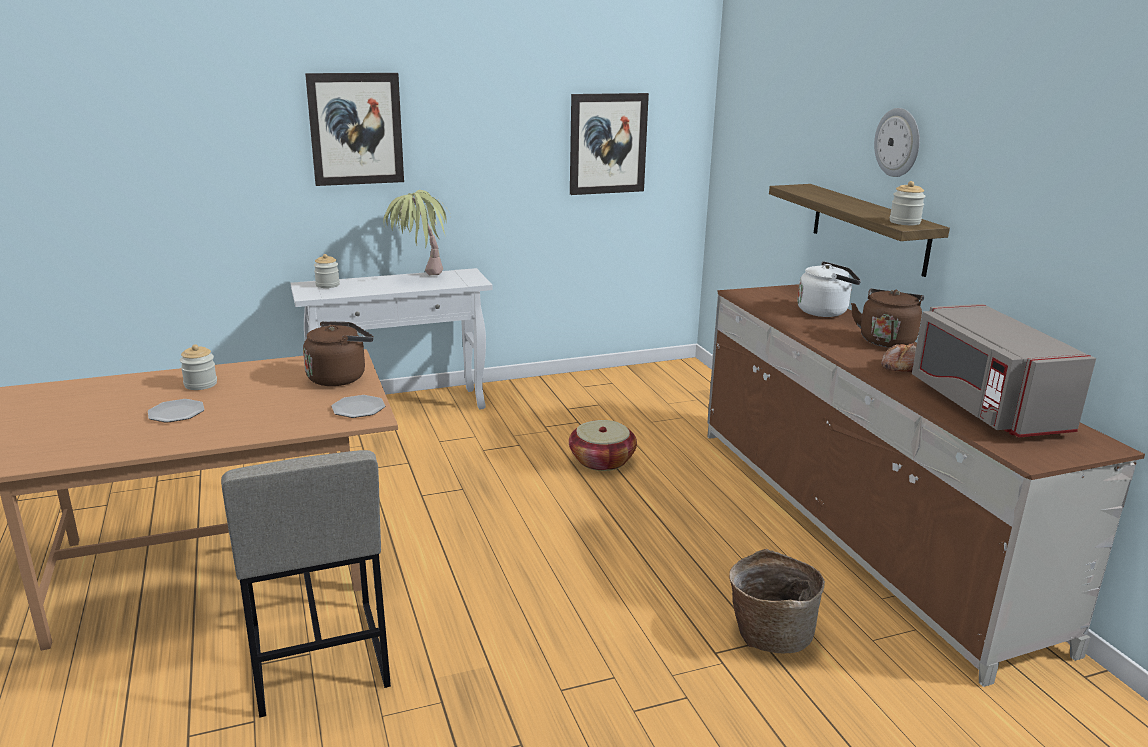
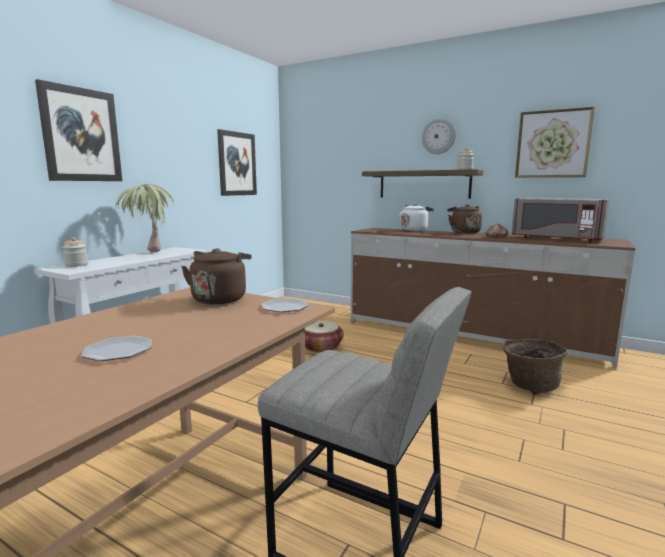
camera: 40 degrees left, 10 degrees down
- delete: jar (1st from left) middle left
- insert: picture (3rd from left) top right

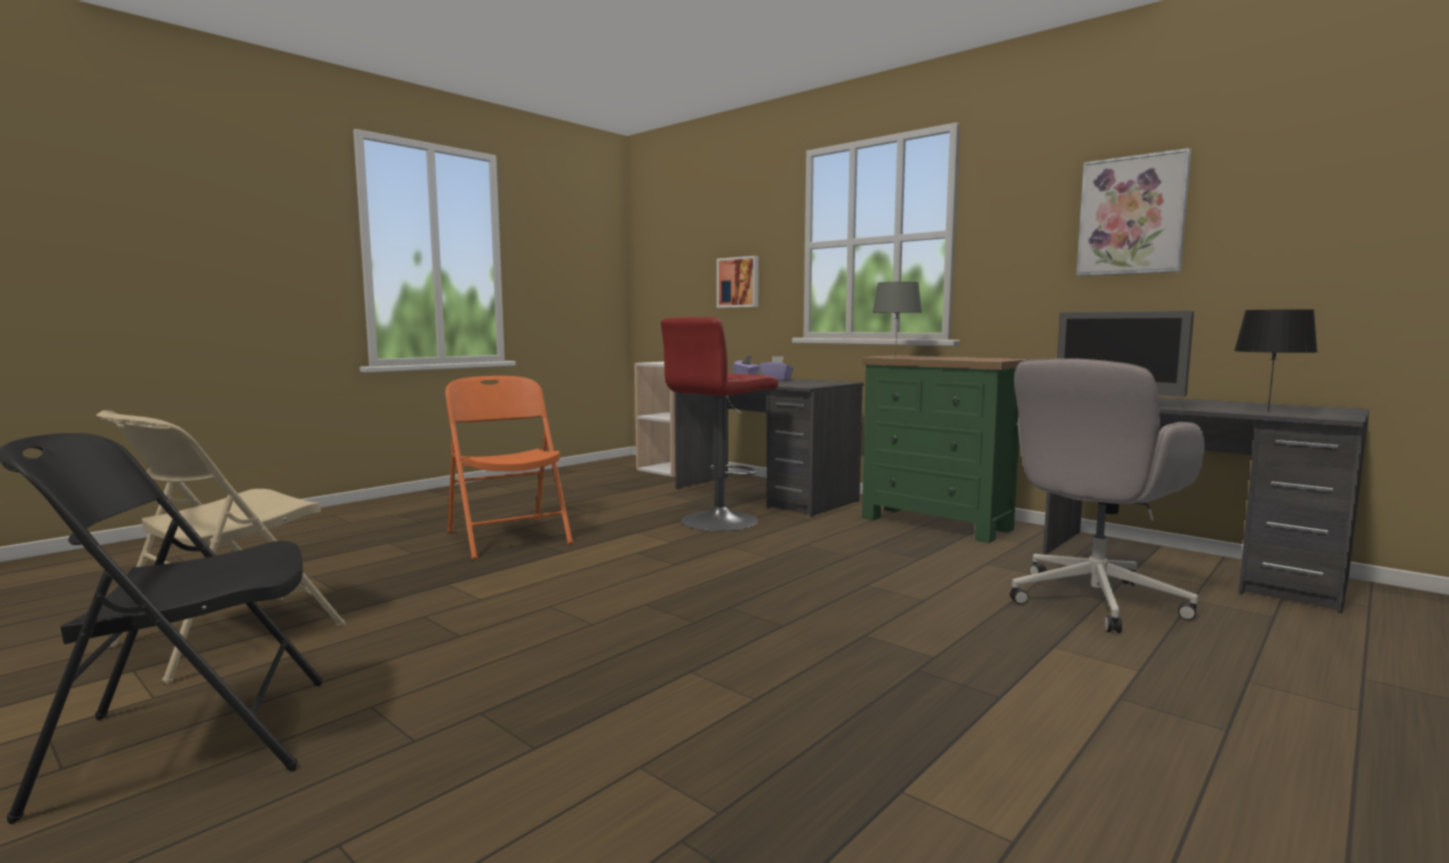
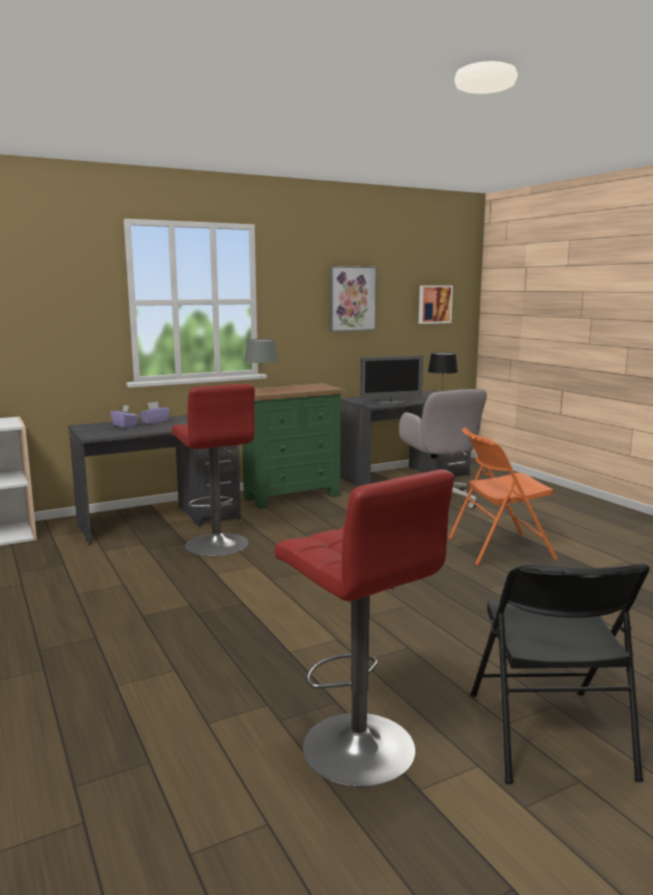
camera: 70 degrees left, 5 degrees up
- move: chair (orange) centre to middle right
- move: picture (1st from left in the first image) top centre to picture (2nd from left) middle right
- replace: chair (beige) middle left to stool (red) (2nd from left) bottom centre

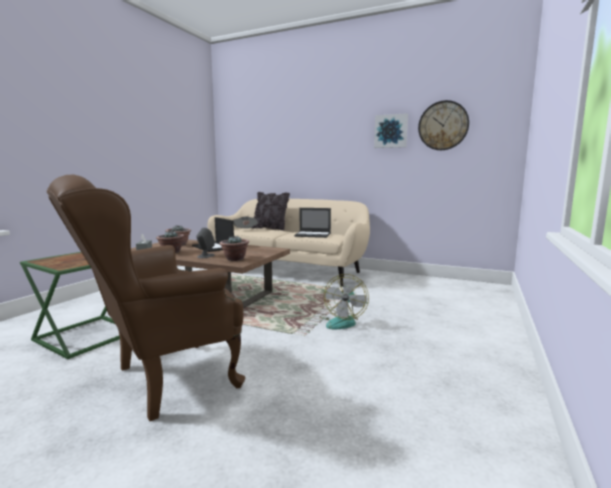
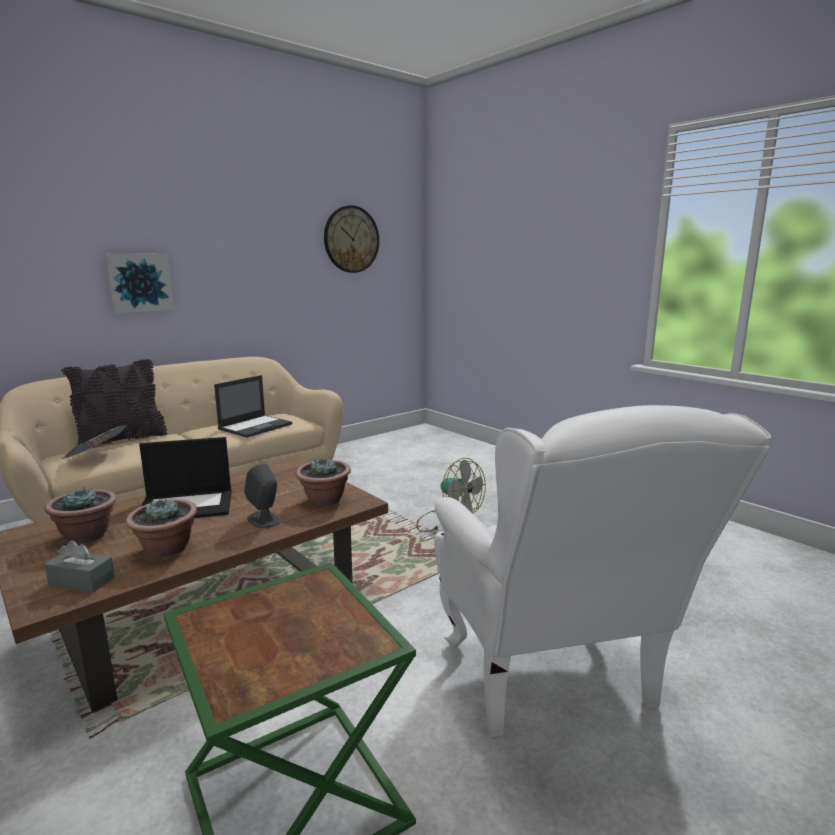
camera: 65 degrees left, 5 degrees up
- move: picture top centre to middle left
- recolor: armchair (brown) middle left to armchair (white) bottom right

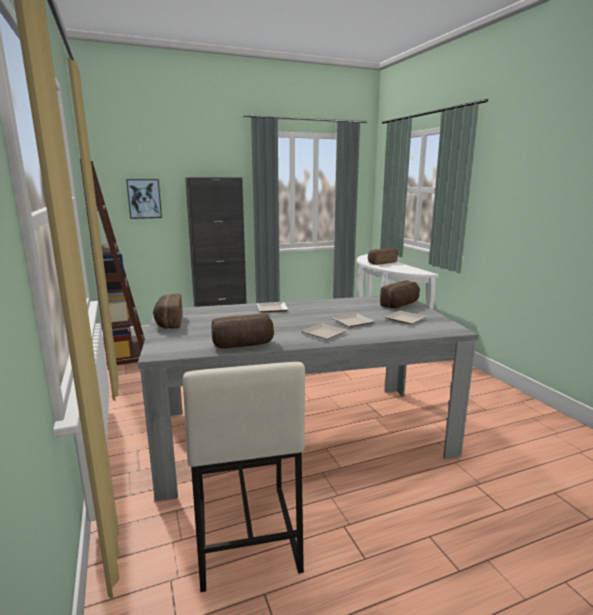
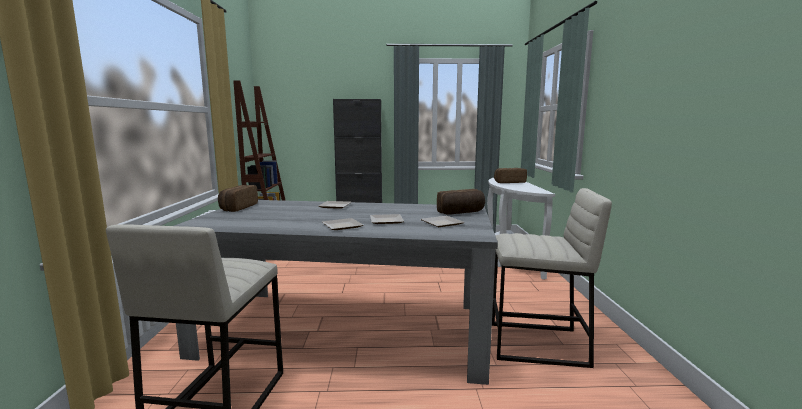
camera: 20 degrees right, 5 degrees down
- delete: picture top left
- delete: bread (2nd from left) centre
- insert: stool (beige) (2nd from left) bottom right

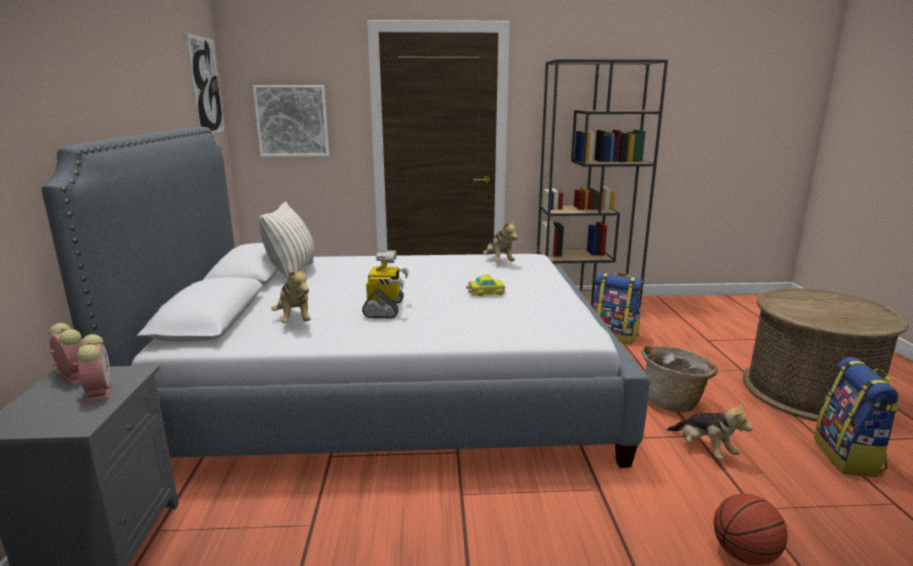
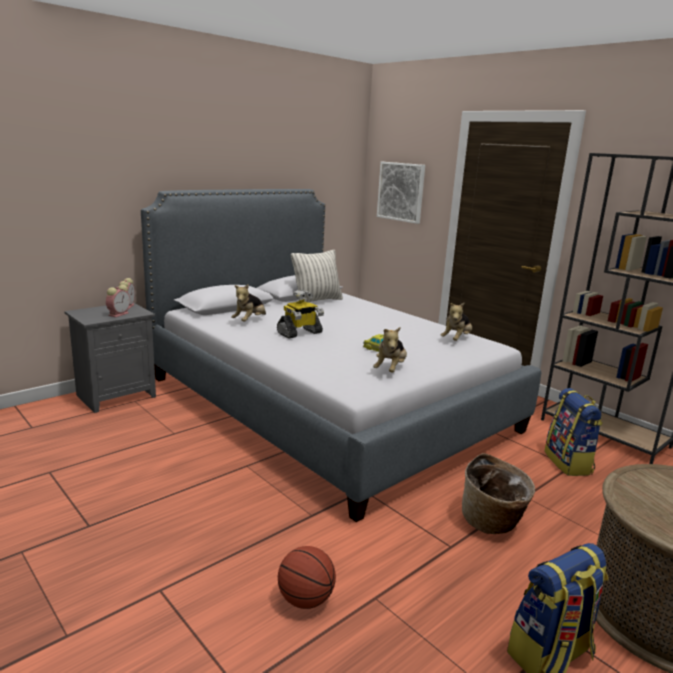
camera: 50 degrees right, 0 degrees up
- delete: picture (1st from left) top left
- move: plush toy (3rd from left in the first image) bottom right to plush toy (2nd from left) centre

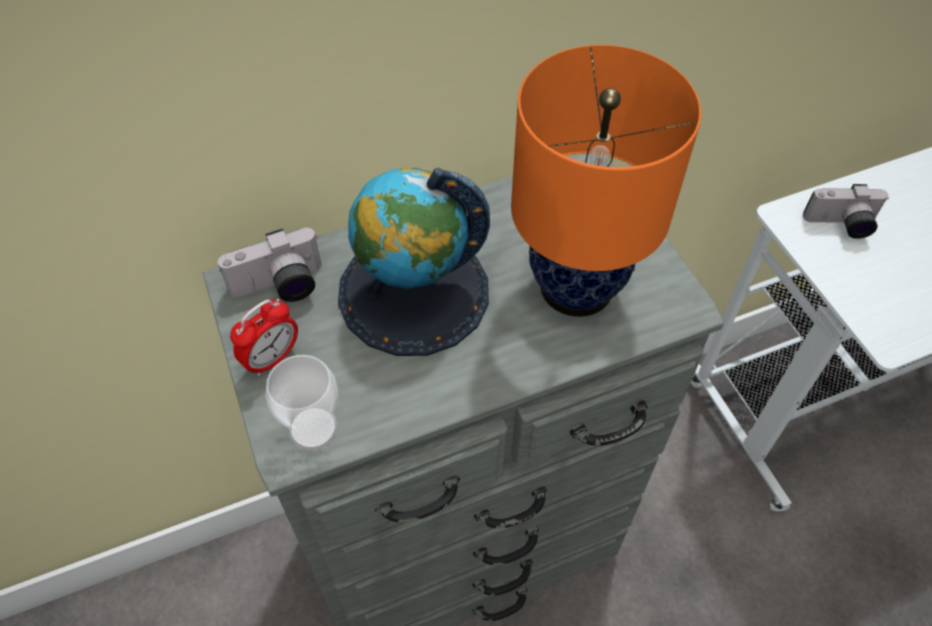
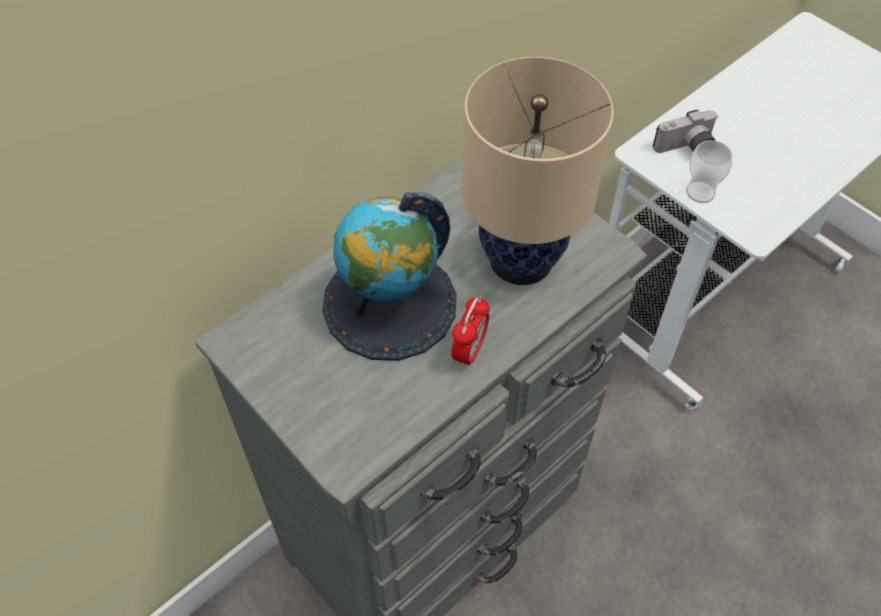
camera: 20 degrees left, 0 degrees up
- delete: photo camera (1st from left) middle left
- move: alarm clock middle left to centre
- move: cup middle left to top right
- recolor: table lamp (orange) top centre to table lamp (beige) top centre

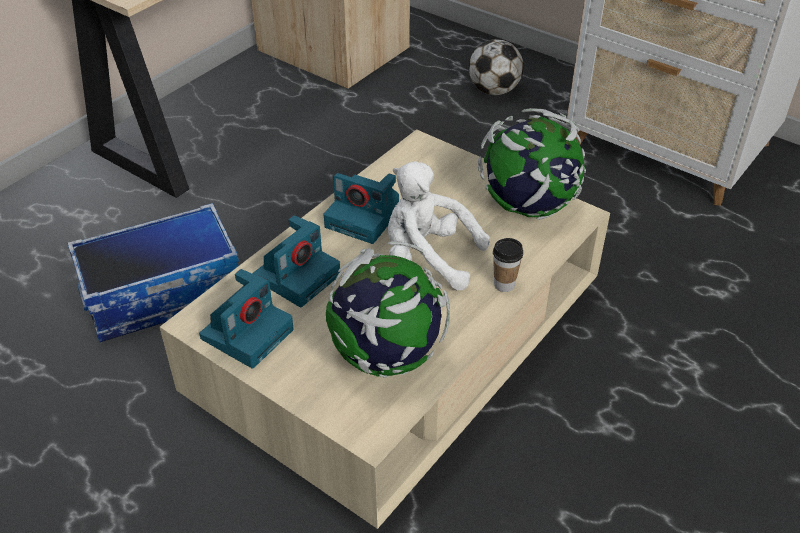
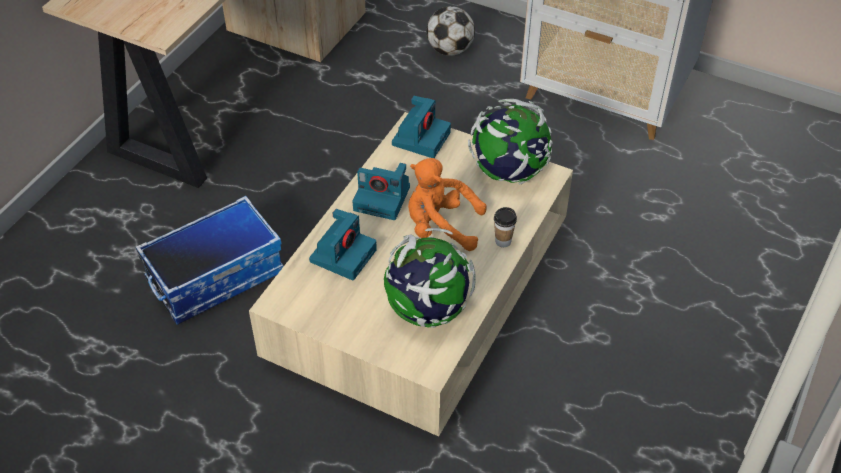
camera: 10 degrees left, 5 degrees up
- move: photo camera (1st from left in the first image) middle left to photo camera (3rd from left) top centre
- recolor: plush toy (white) centre to plush toy (orange) centre

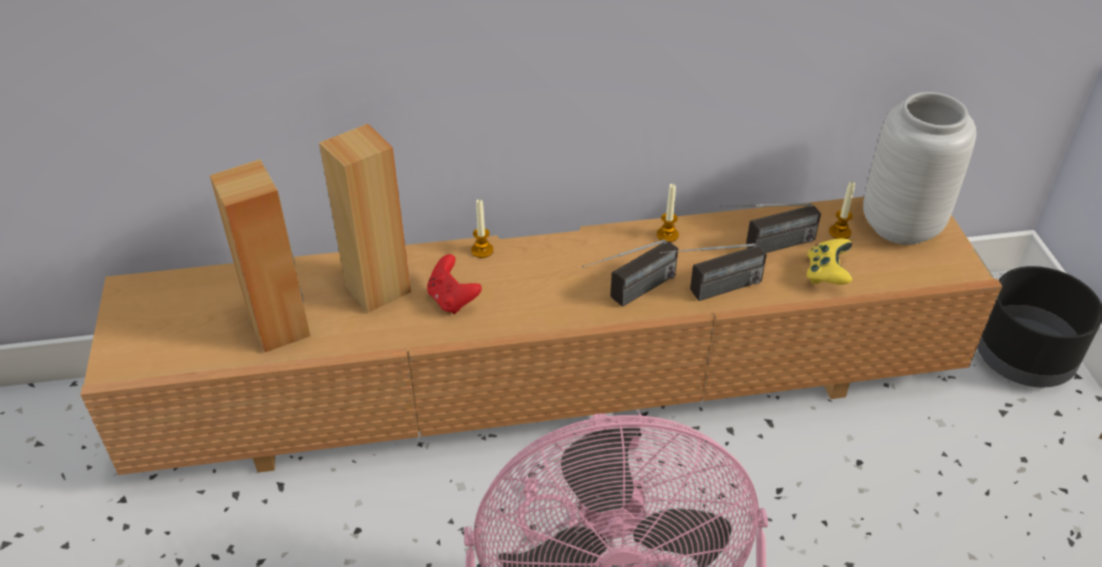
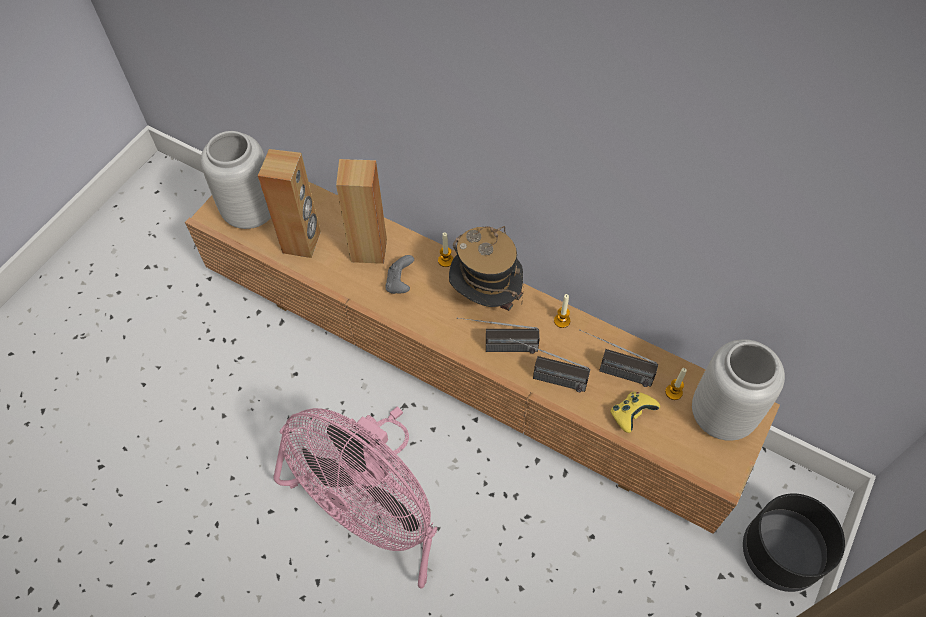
camera: 40 degrees right, 15 degrees up
- insert: vase (grey) (1st from left) top left
- insert: hat centre
- recolor: game controller (red) centre to game controller (grey) centre

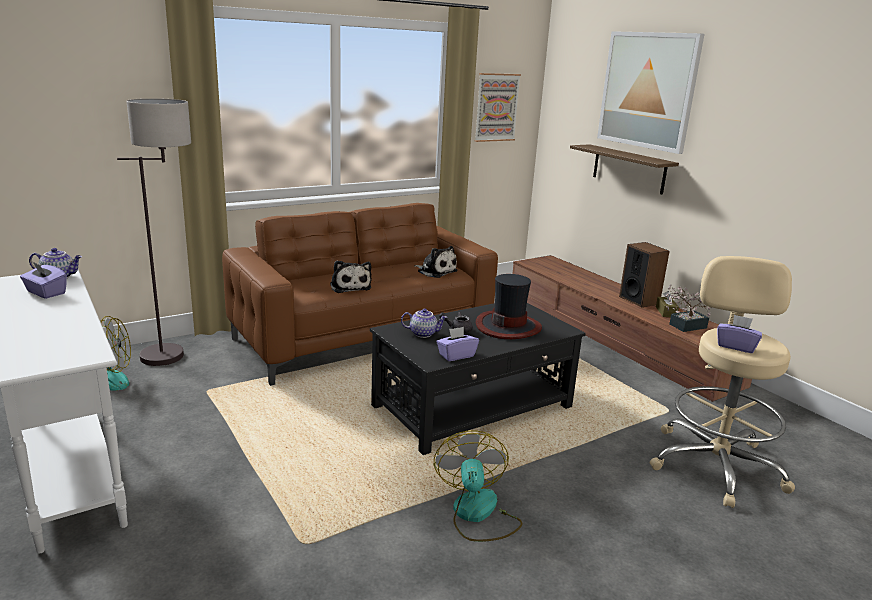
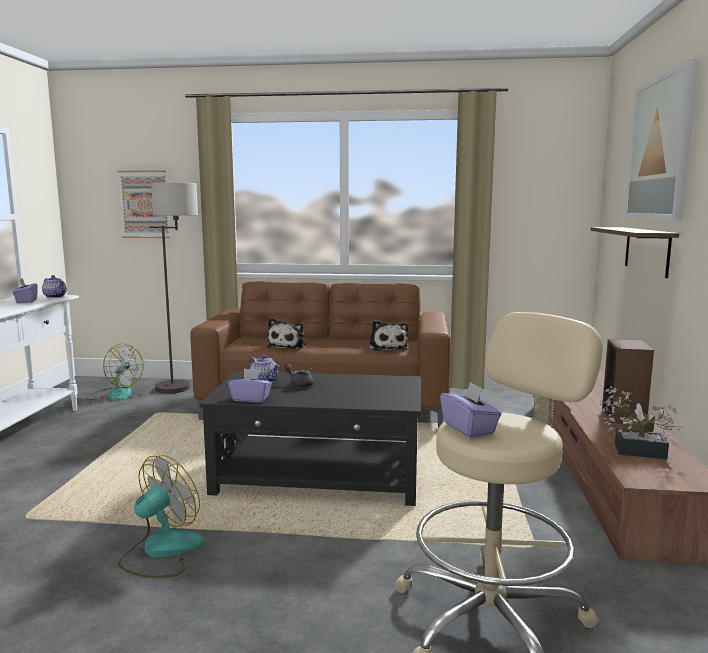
camera: 40 degrees right, 10 degrees down
- delete: hat centre
- move: picture (1st from left) top centre to top left

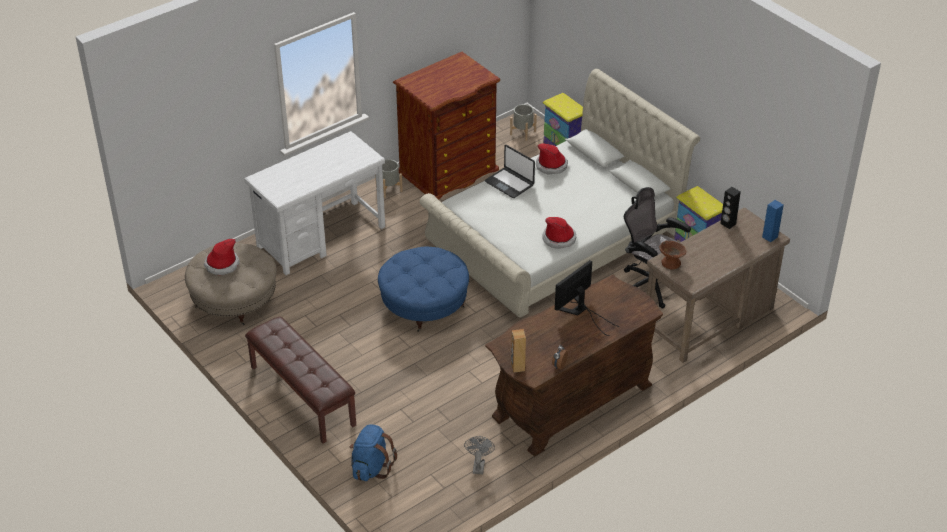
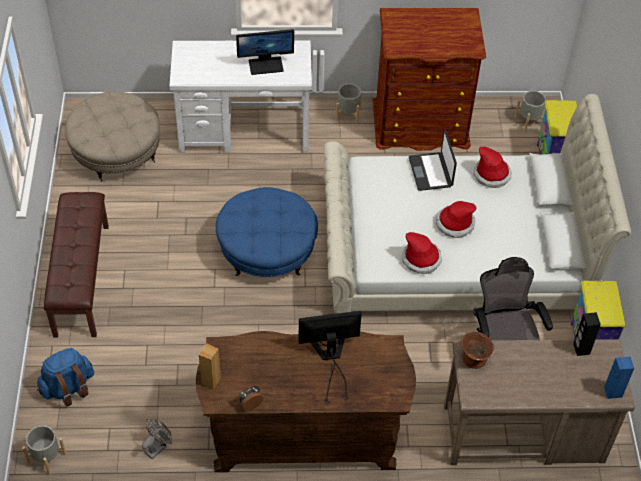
camera: 35 degrees right, 10 degrees up
- insert: planter (grey) (1st from left) bottom left
- insert: monitor (1st from left) top centre
- move: hat (1st from left in the first image) middle left to hat (2nd from left) middle right

